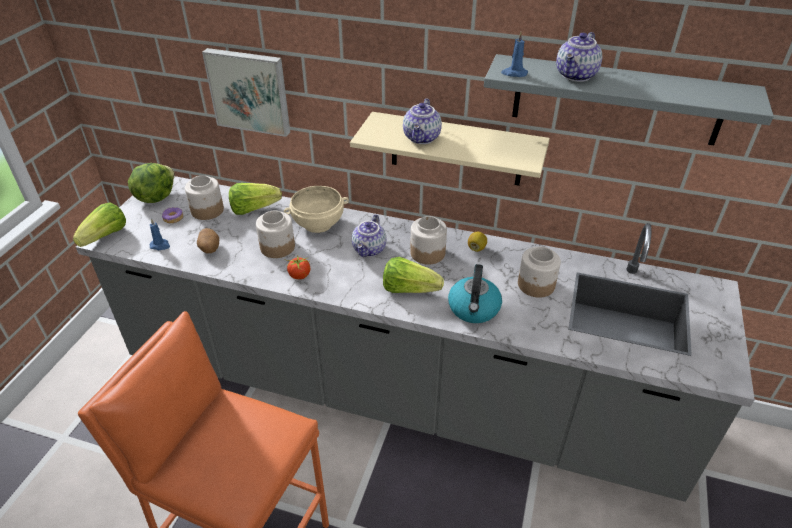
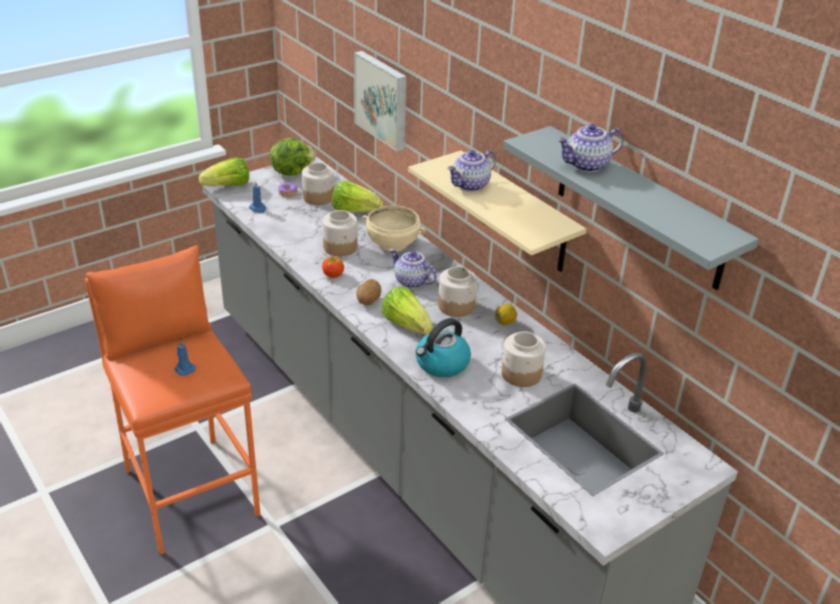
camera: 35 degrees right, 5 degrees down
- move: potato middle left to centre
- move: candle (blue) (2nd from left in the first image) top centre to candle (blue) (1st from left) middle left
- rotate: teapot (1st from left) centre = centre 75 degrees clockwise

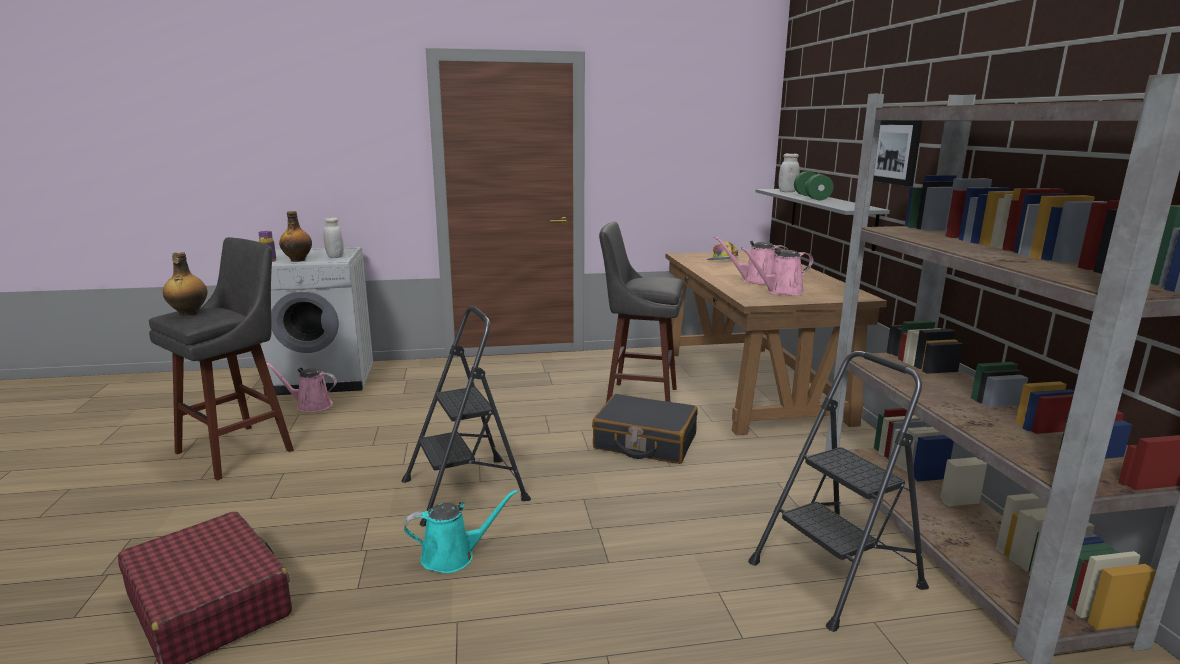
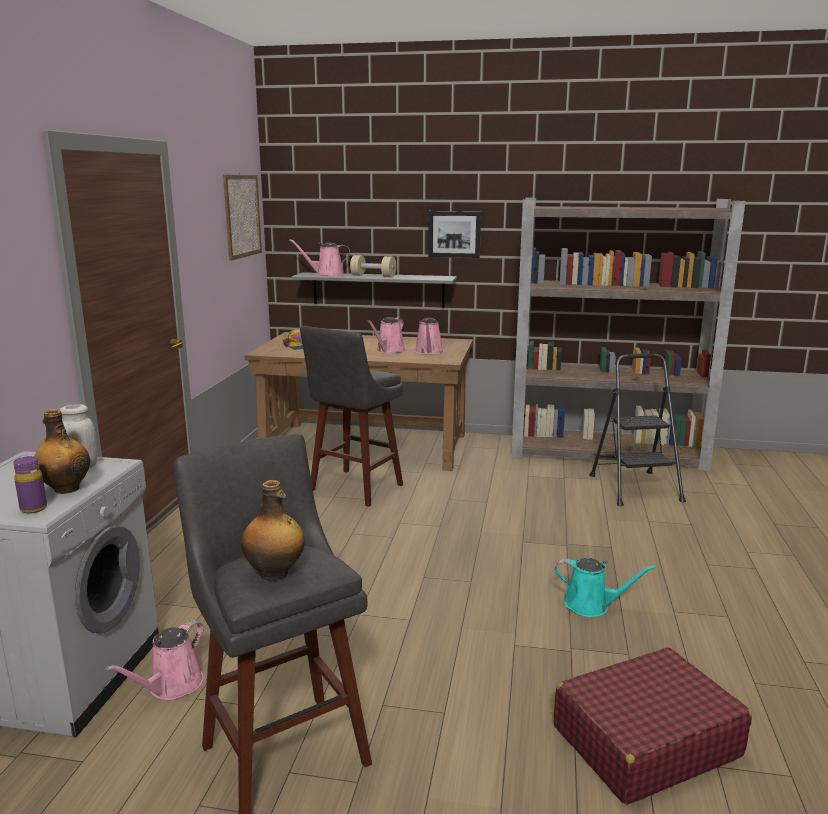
camera: 70 degrees left, 0 degrees up
- delete: step ladder (black) (1st from left) centre
- delete: suitcase (black) centre
- insert: picture (1st from left) top left
- replace: jar (white) (2nd from left) top right to watering can (pink) (2nd from left) top centre
- recolor: dumbbell (green) top right to dumbbell (beige) top centre
- rotate: watering can (turquoise) bottom centre = bottom right 105 degrees clockwise

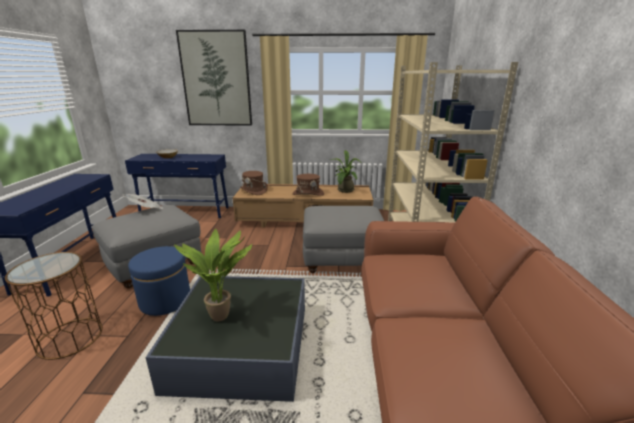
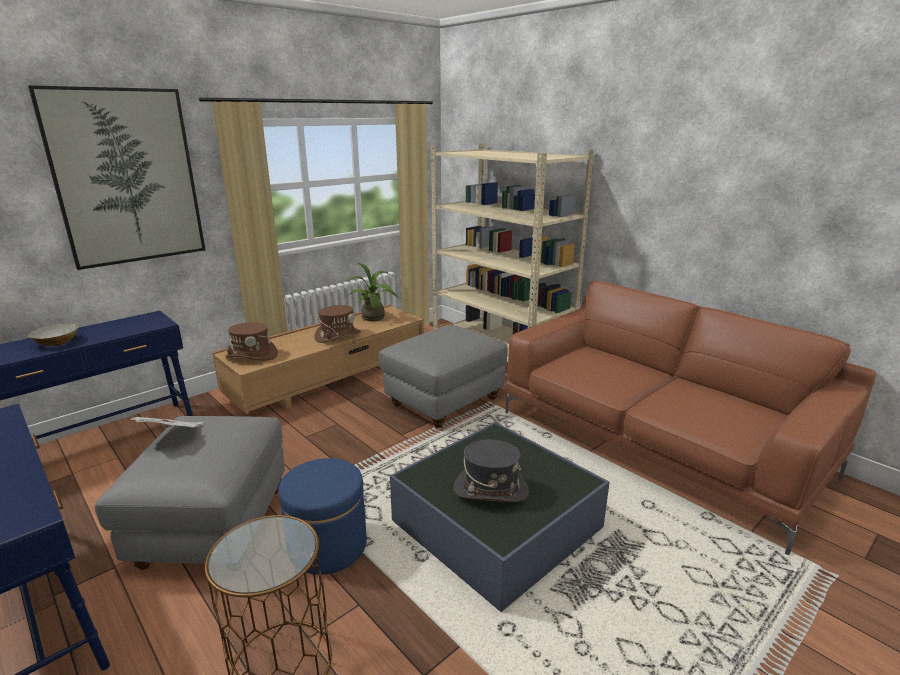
camera: 45 degrees left, 0 degrees up
- replace: potted plant (1st from left) centre to hat (grey) bottom centre

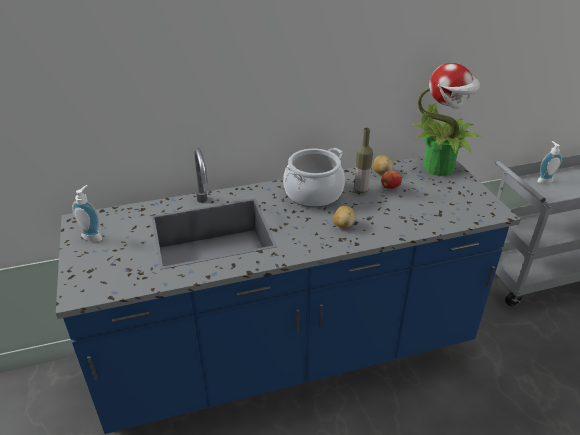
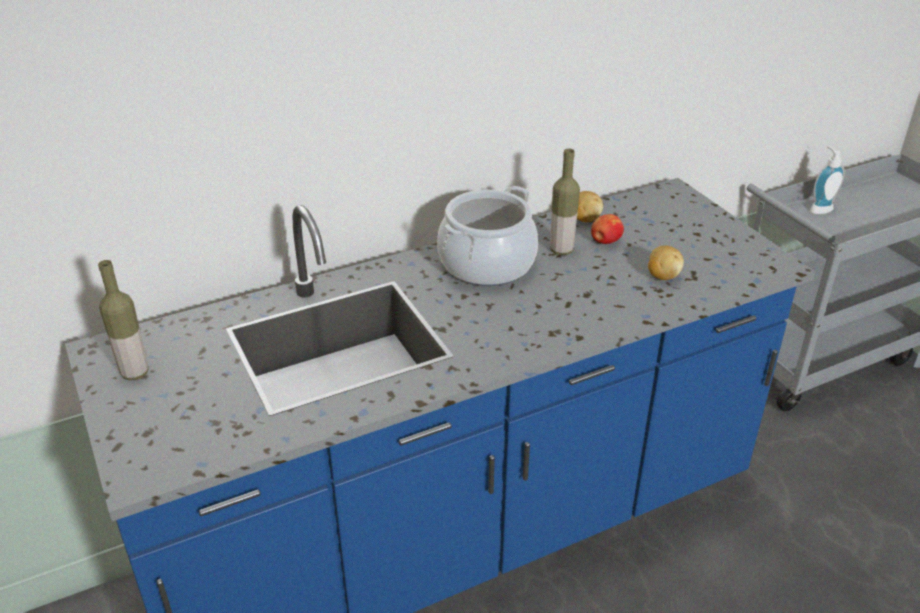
camera: 10 degrees left, 0 degrees up
- delete: potted plant top right
- move: potato (1st from left in the first image) centre to potato (2nd from left) middle right
- replace: soap dispenser (1st from left) middle left to bottle (1st from left) middle left

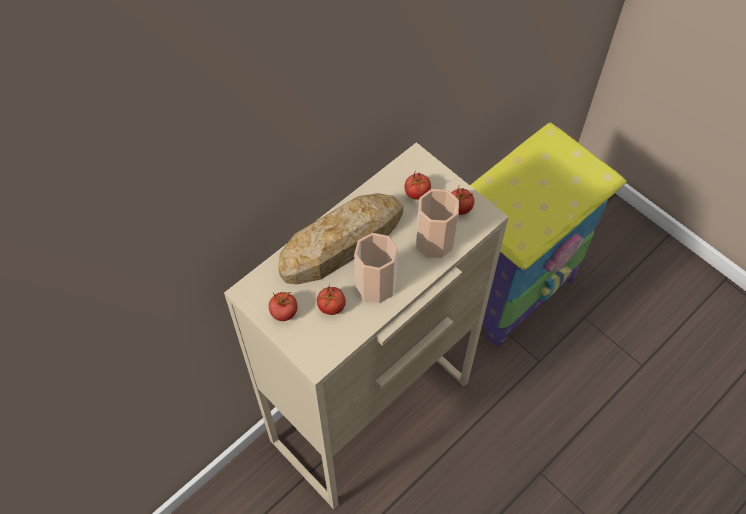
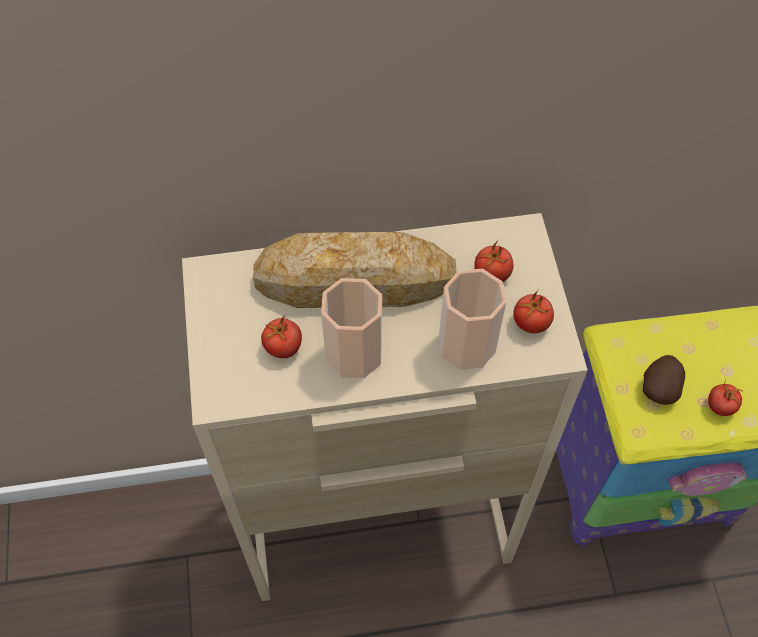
camera: 35 degrees right, 0 degrees up
- insert: potato middle right
- move: tomato (1st from left in the first image) centre to tomato (4th from left) middle right

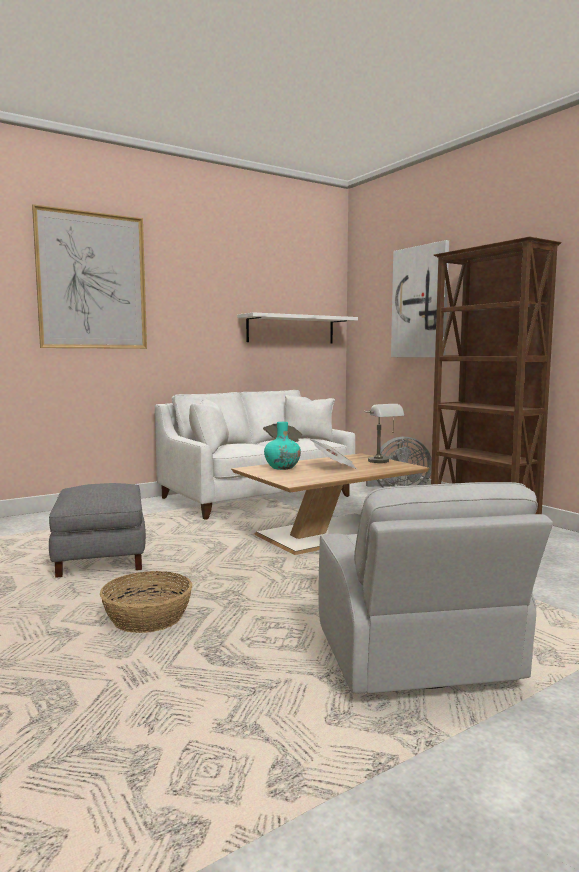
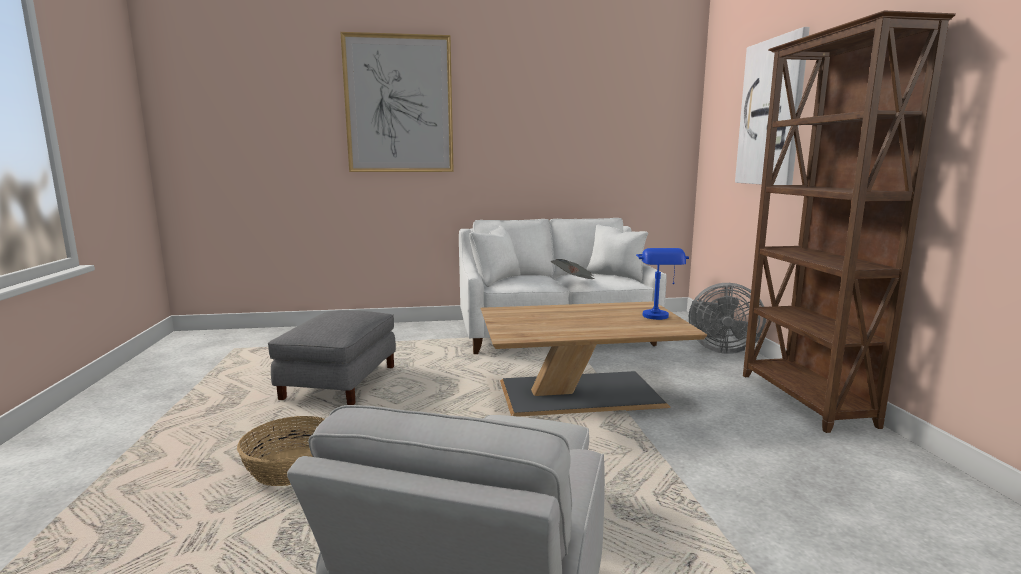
camera: 25 degrees right, 5 degrees up
- delete: shelf (white) centre
- delete: vase (turquoise) centre
- delete: newspaper (2nd from left) centre
- recolor: table lamp (grey) centre to table lamp (blue) centre

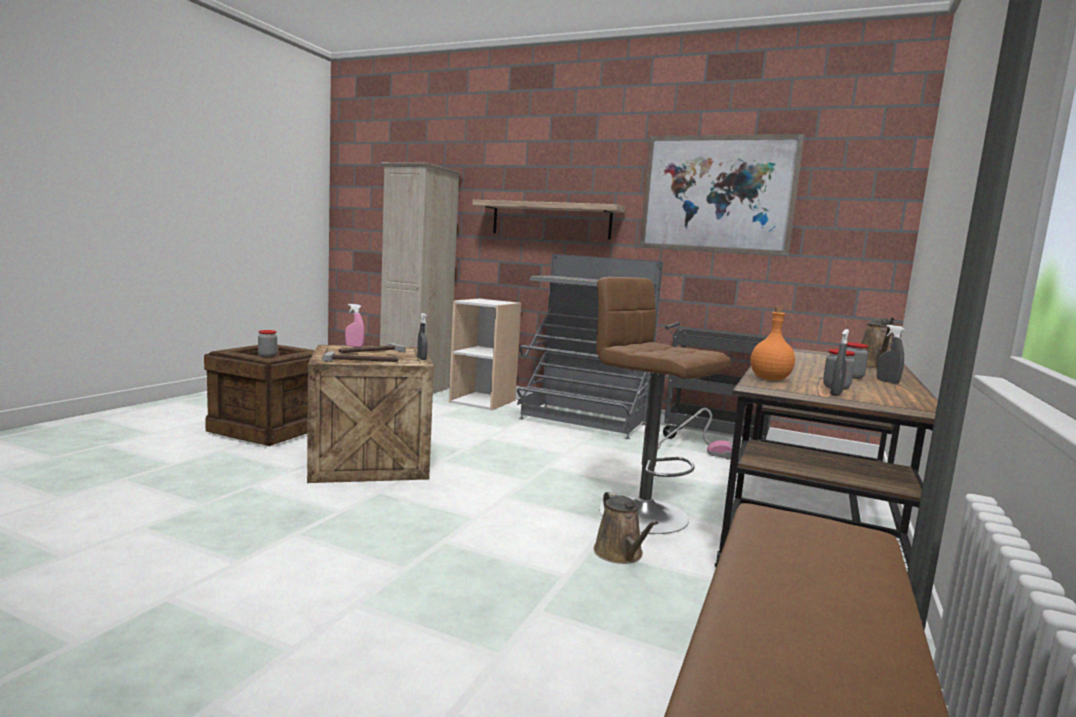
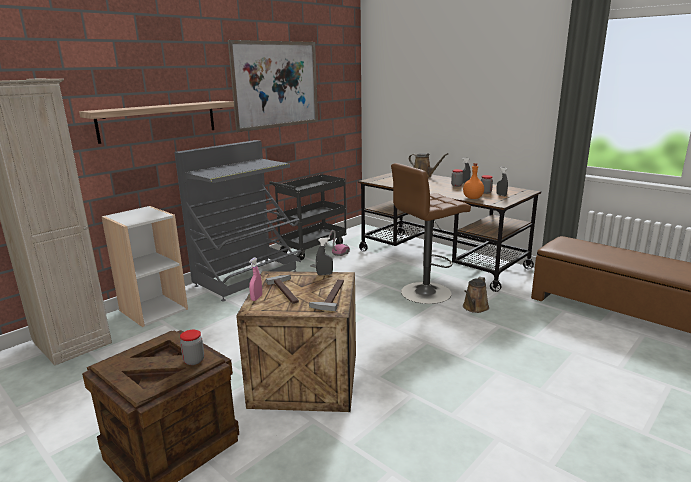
camera: 70 degrees left, 10 degrees up
- rotate: watering can (brown) (1st from left in the first image) bottom centre = middle right 120 degrees clockwise

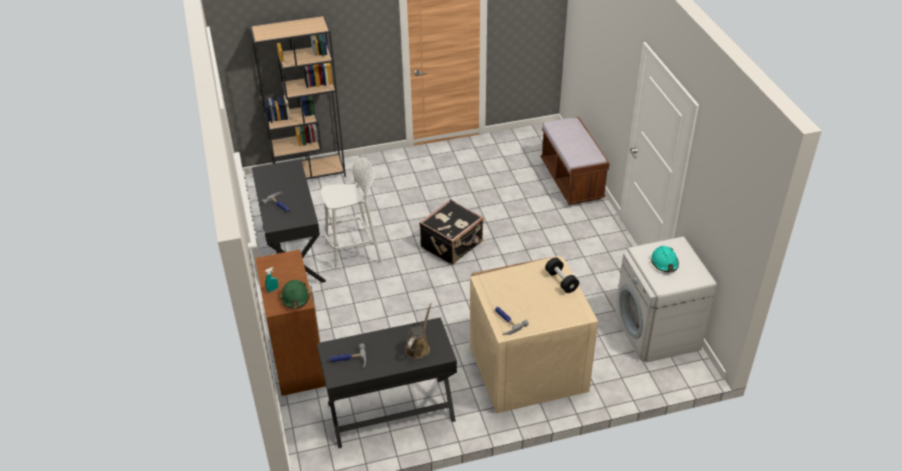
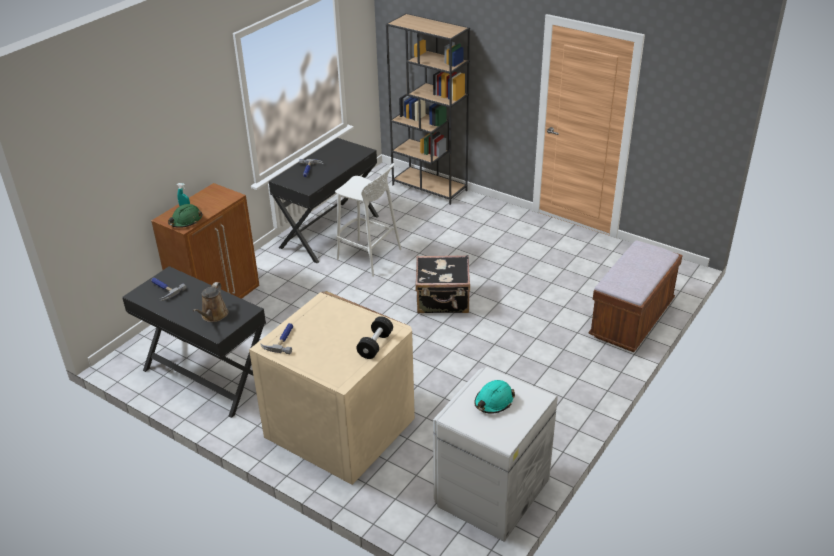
camera: 50 degrees right, 5 degrees down
- rotate: watering can (brown) bottom centre = middle left 120 degrees clockwise

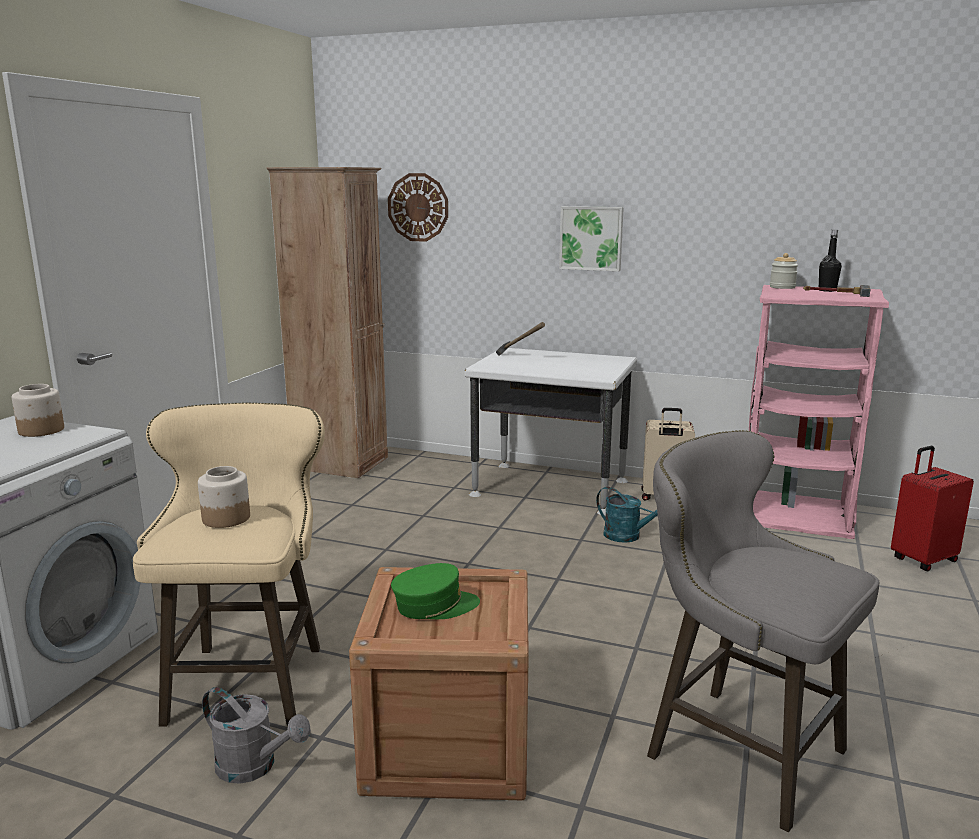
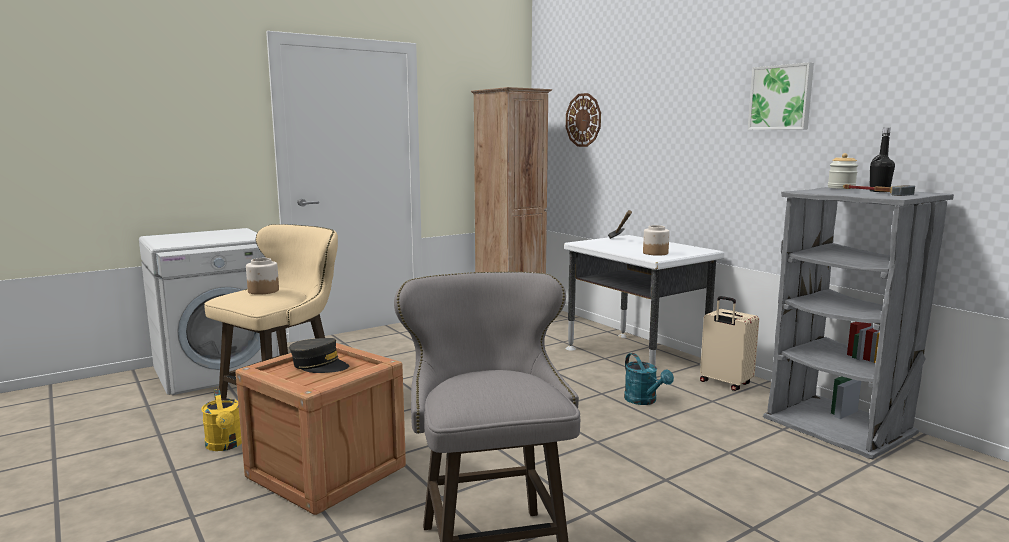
camera: 35 degrees right, 5 degrees down
- delete: suitcase (red) middle right
- move: jar (1st from left in the first image) middle left to jar (2nd from left) centre
- move: picture top centre to top right
- recolor: watering can (grey) bottom left to watering can (yellow) bottom left
- recolor: cap (green) bottom centre to cap (grey) middle left
- recolor: bookcase (pink) middle right to bookcase (grey) middle right

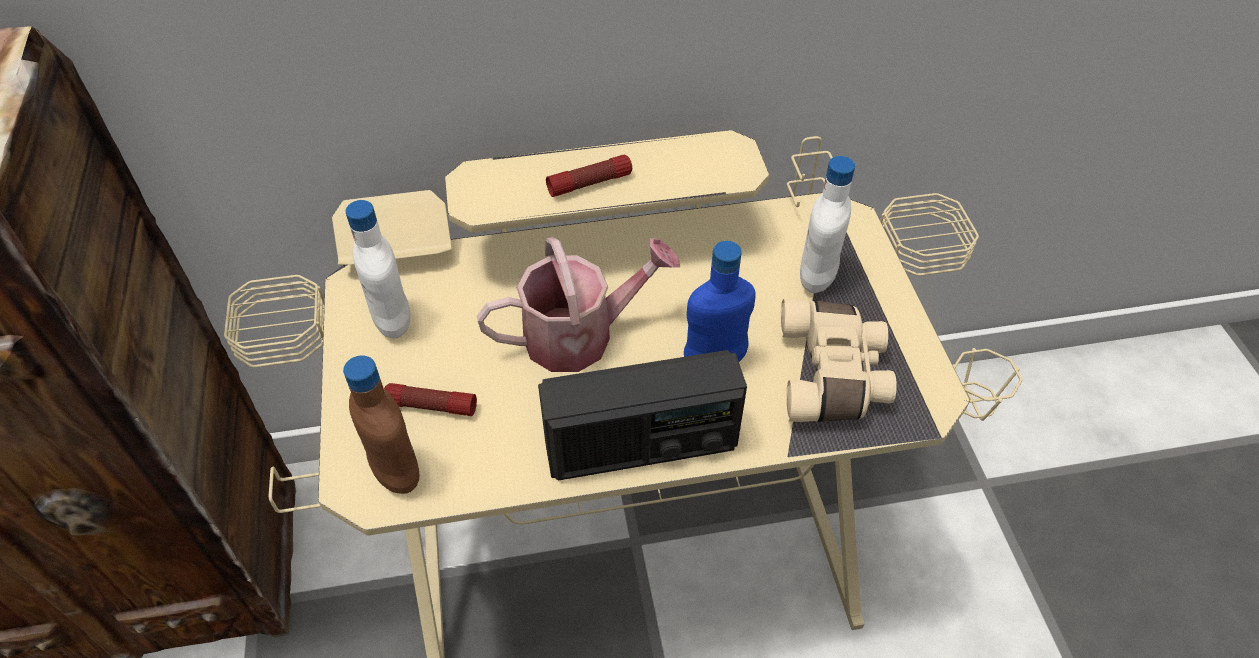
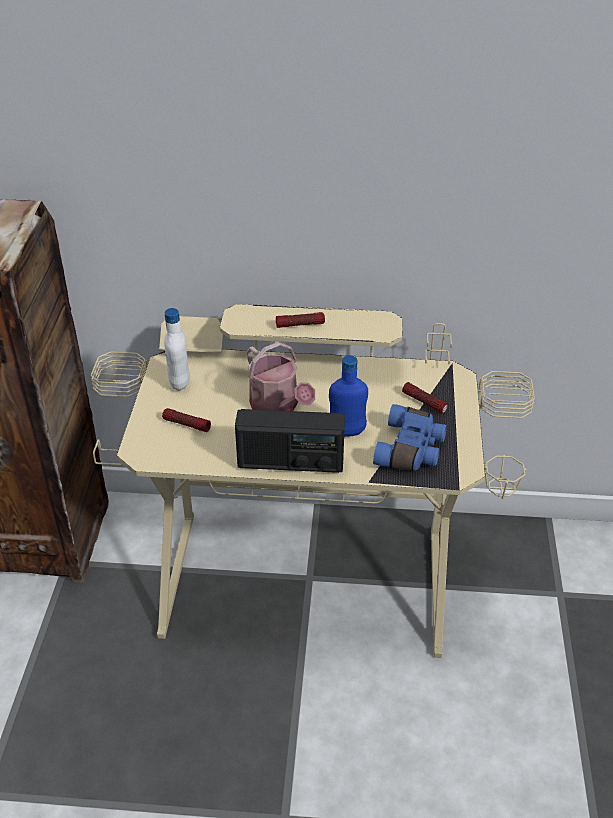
camera: 15 degrees right, 10 degrees down
- delete: bottle (brown) middle left
- replace: bottle (white) (2nd from left) centre to flashlight (3rd from left) middle right
- recolor: binoculars (beige) centre to binoculars (blue) middle right
- rotate: watering can centre = centre 60 degrees clockwise

